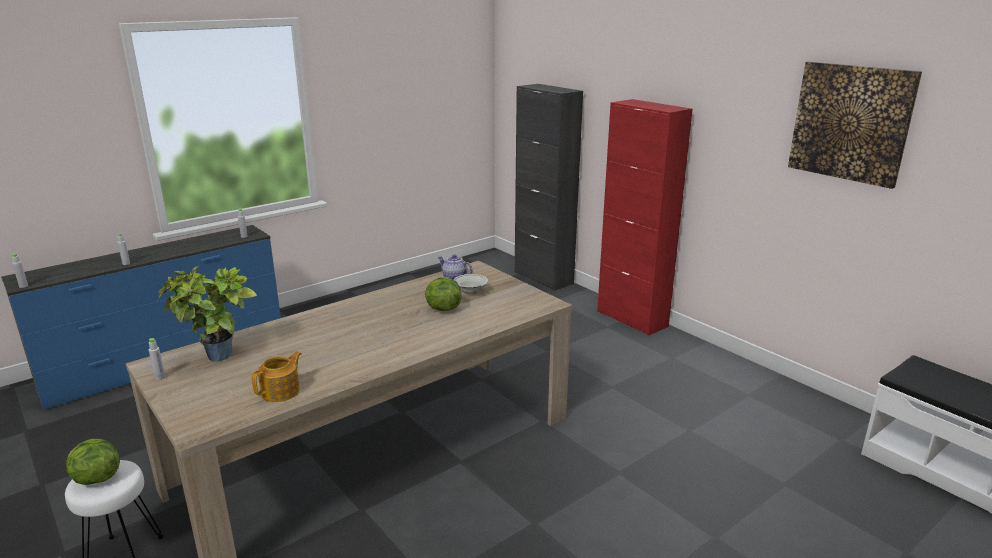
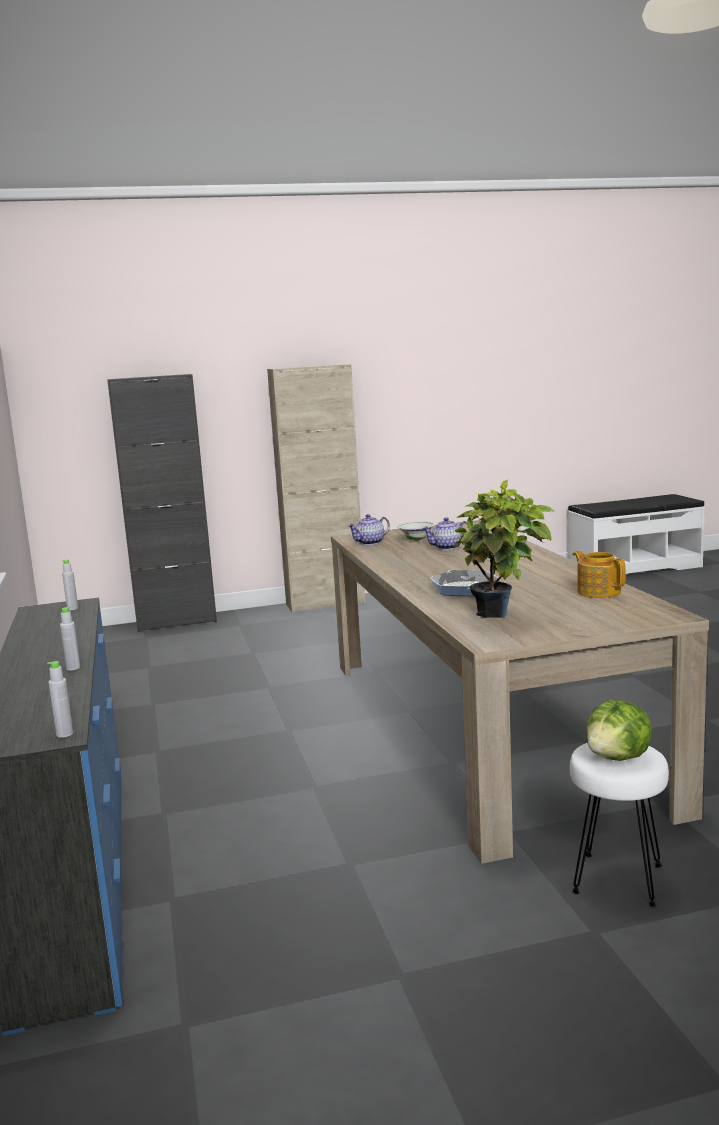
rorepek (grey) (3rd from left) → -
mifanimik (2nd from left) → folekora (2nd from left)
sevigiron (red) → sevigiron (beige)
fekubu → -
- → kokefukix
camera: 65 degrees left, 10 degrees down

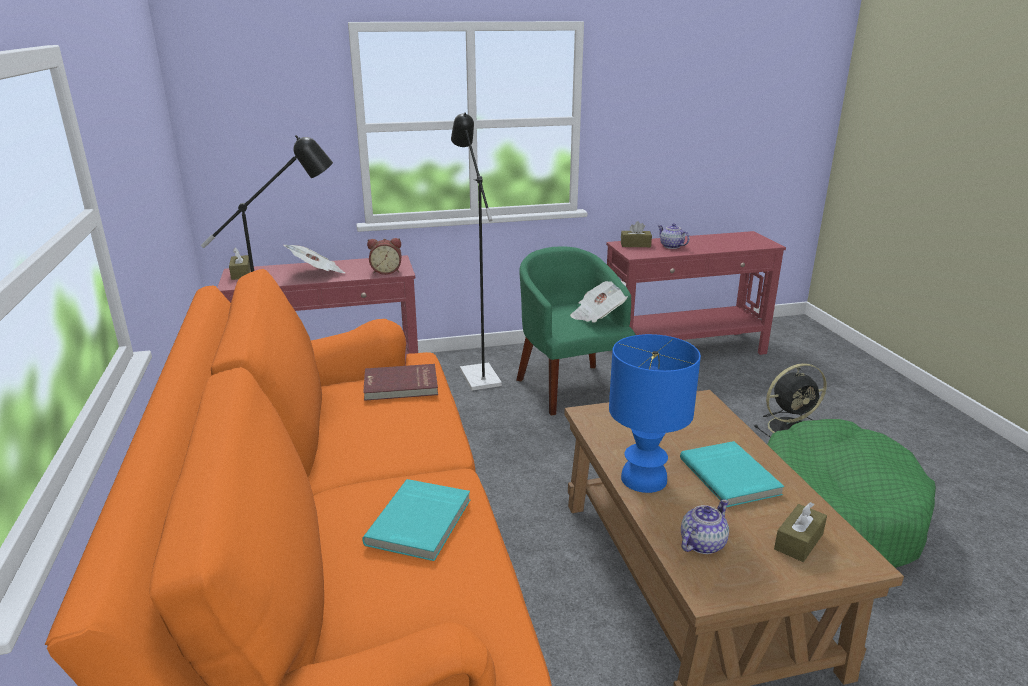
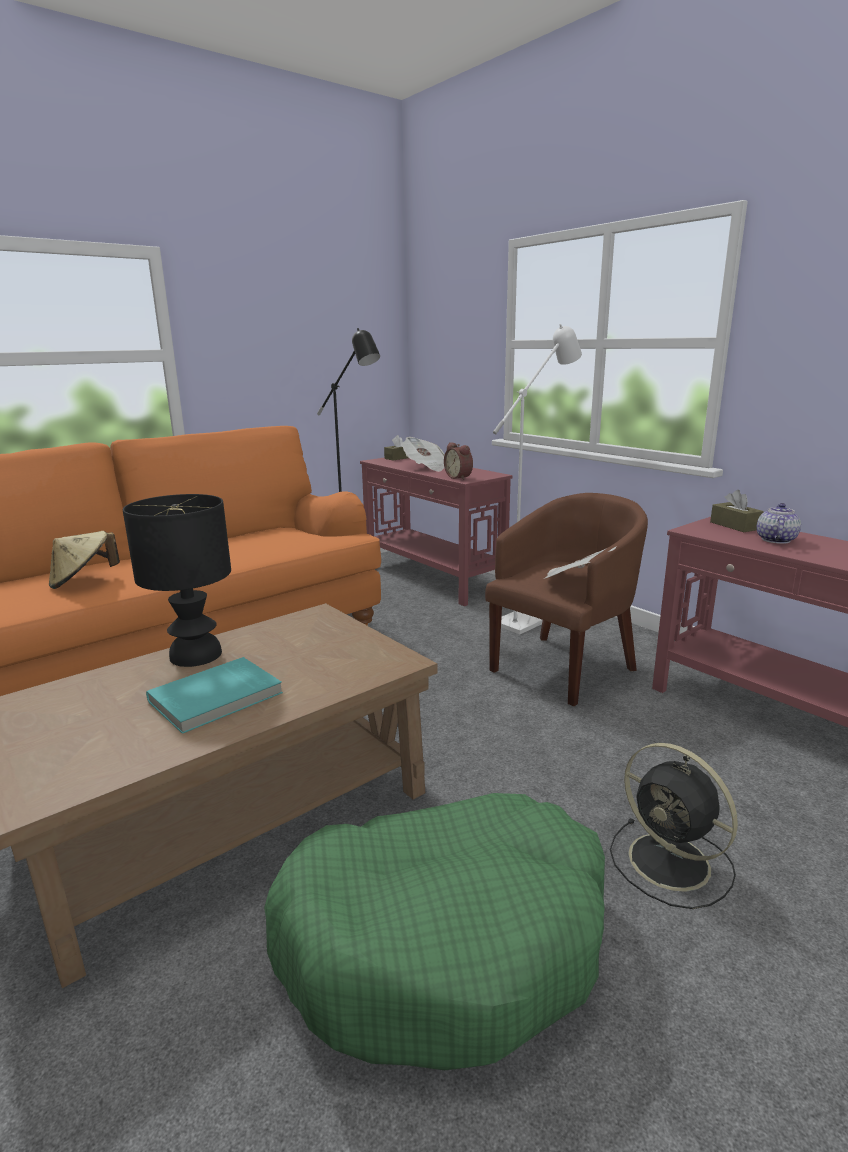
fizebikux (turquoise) (1st from left) → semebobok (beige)
fizebikux (red) → -
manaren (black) (2nd from left) → manaren (white)
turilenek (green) → turilenek (brown)
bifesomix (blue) → bifesomix (black)
folekora (2nd from left) → -
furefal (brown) (3rd from left) → -
camera: 65 degrees right, 5 degrees down

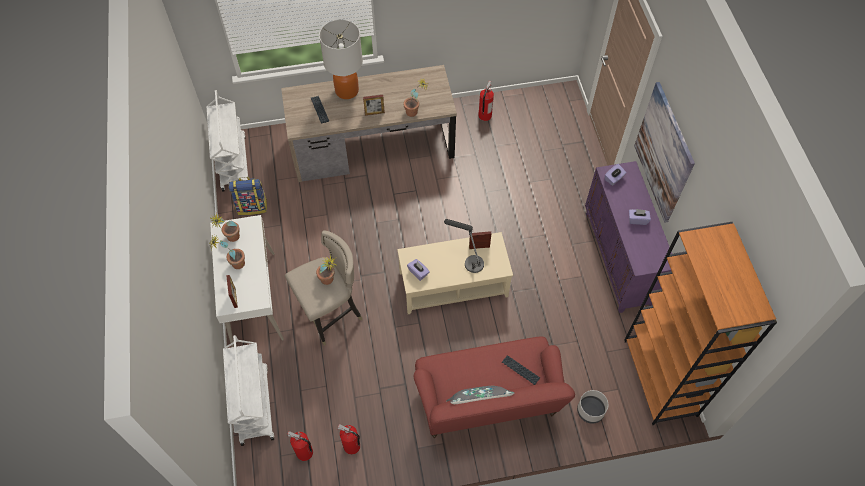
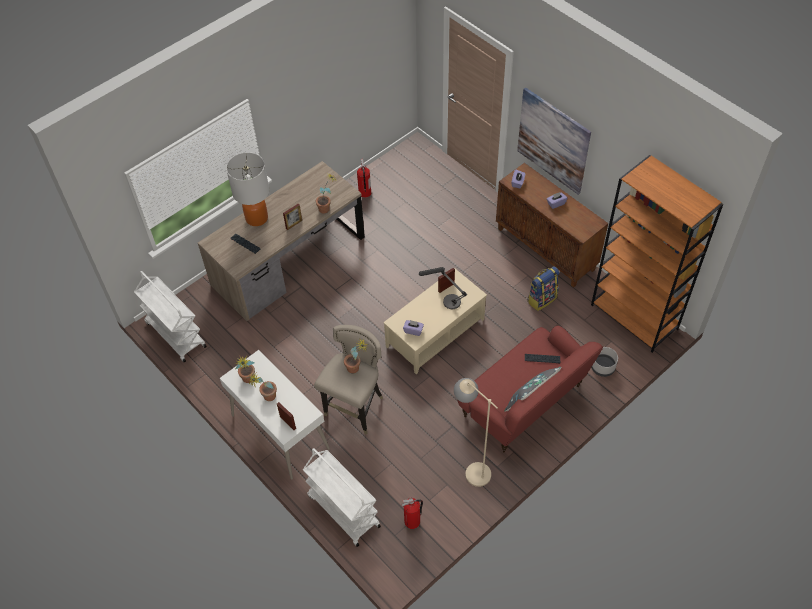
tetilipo, moved
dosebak (2nd from left) → -
sevigiron (purple) → sevigiron (brown)
- → manaren (beige)
camera: 30 degrees left, 5 degrees down

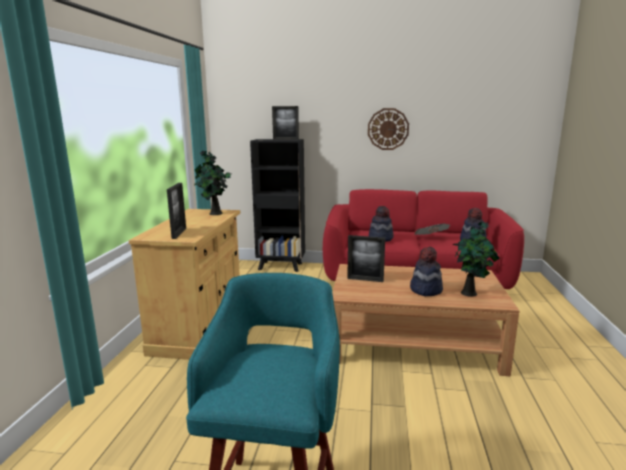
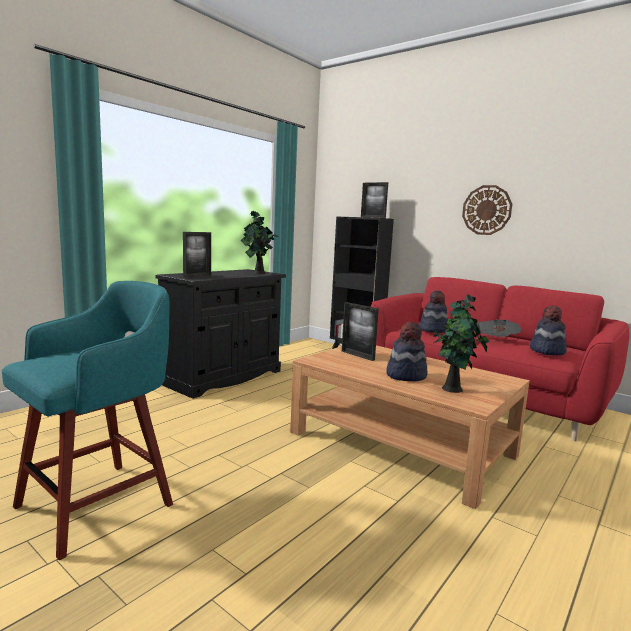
sevigiron (beige) → sevigiron (black)
camera: 30 degrees right, 5 degrees down

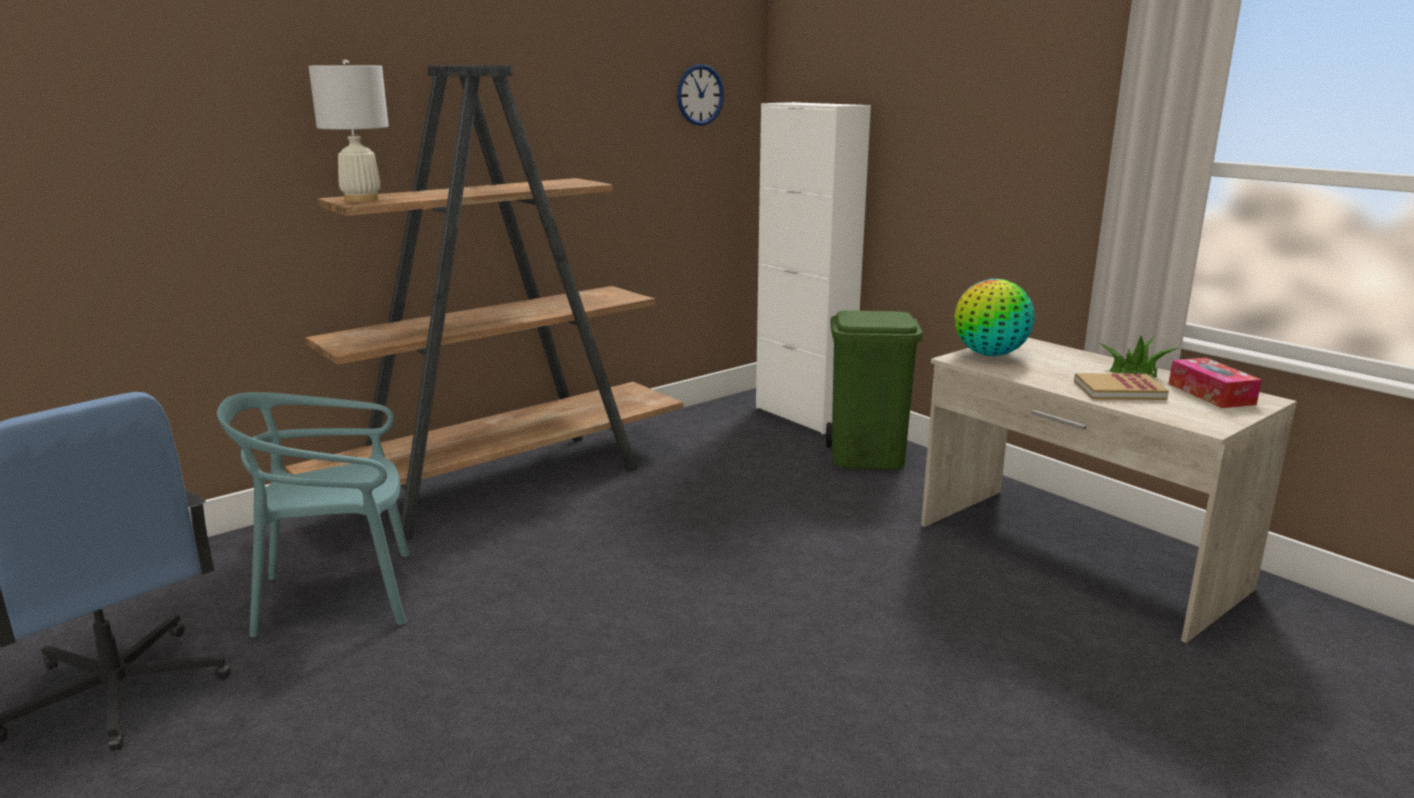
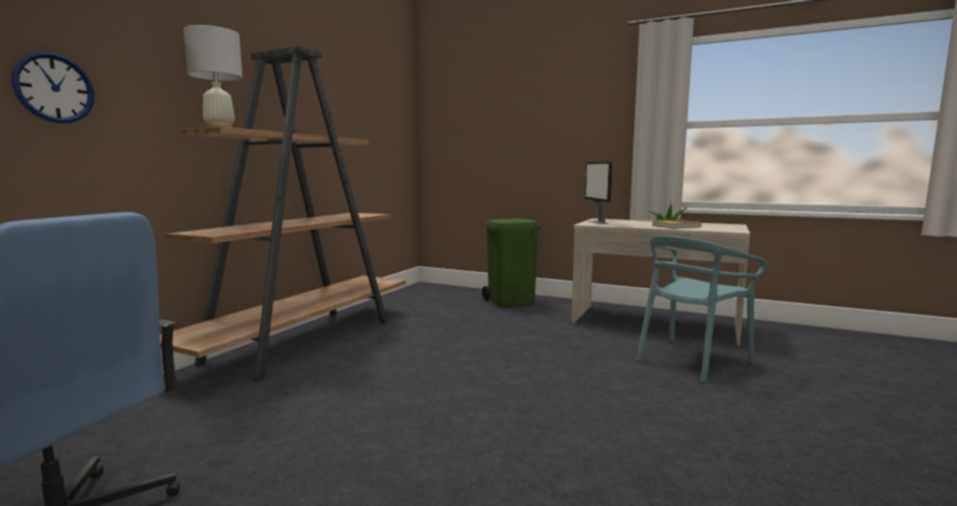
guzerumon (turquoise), moved
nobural, moved
sevigiron (white) → -
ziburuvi → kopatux
furefal → -
camera: 25 degrees left, 10 degrees down

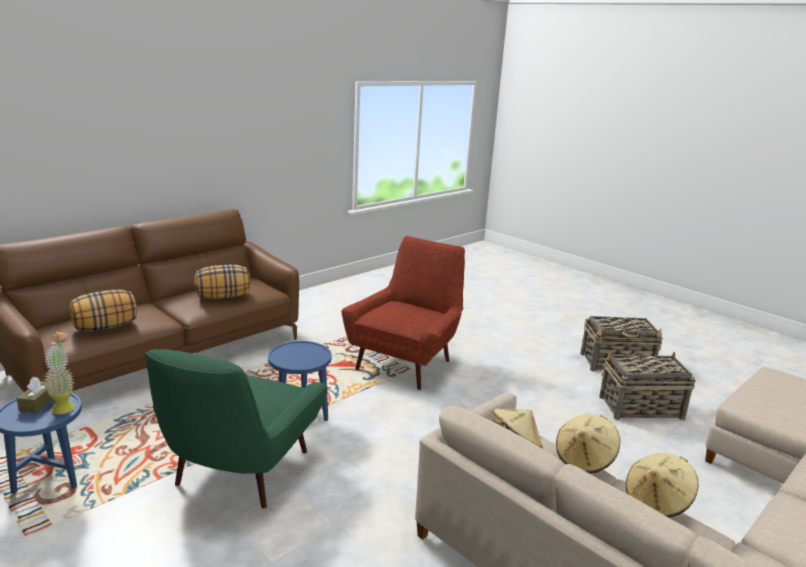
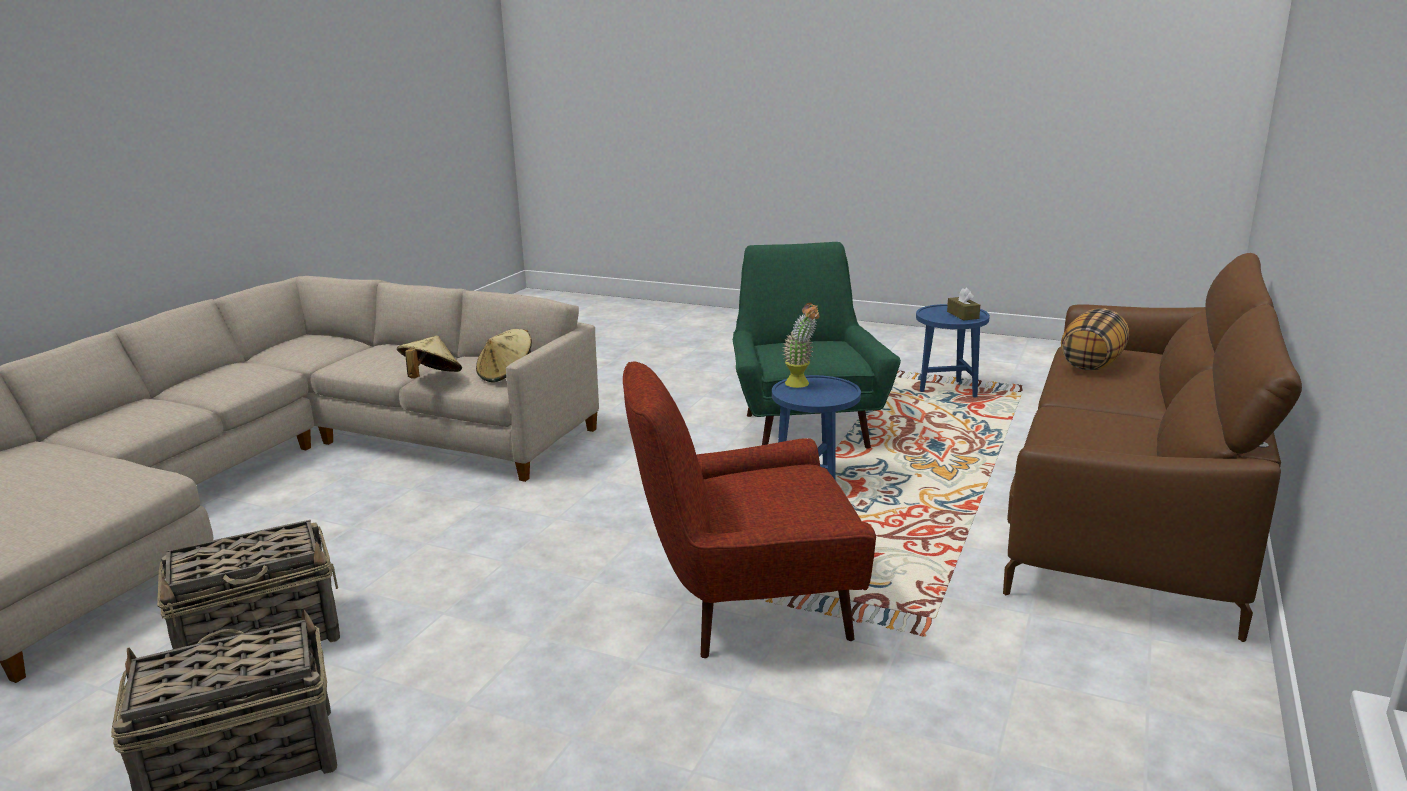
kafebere, moved
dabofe (2nd from left) → -
turilenek (red), 75 degrees clockwise
semebobok (beige) (3rd from left) → -
camera: 160 degrees right, 0 degrees up

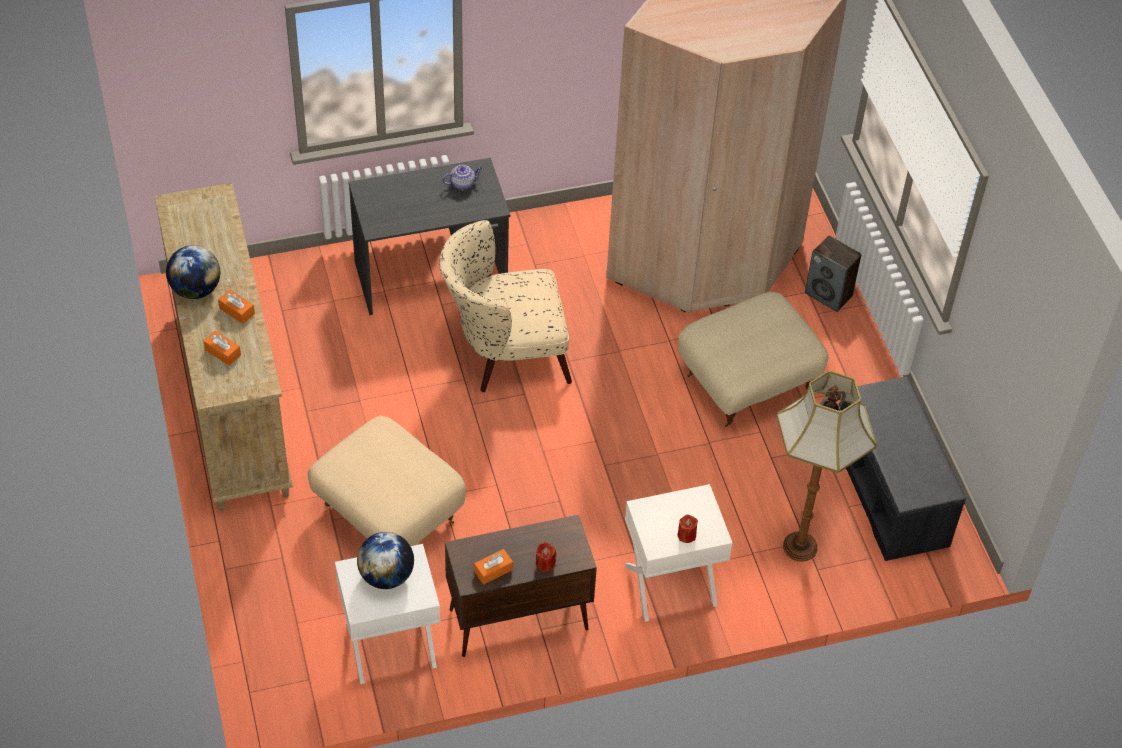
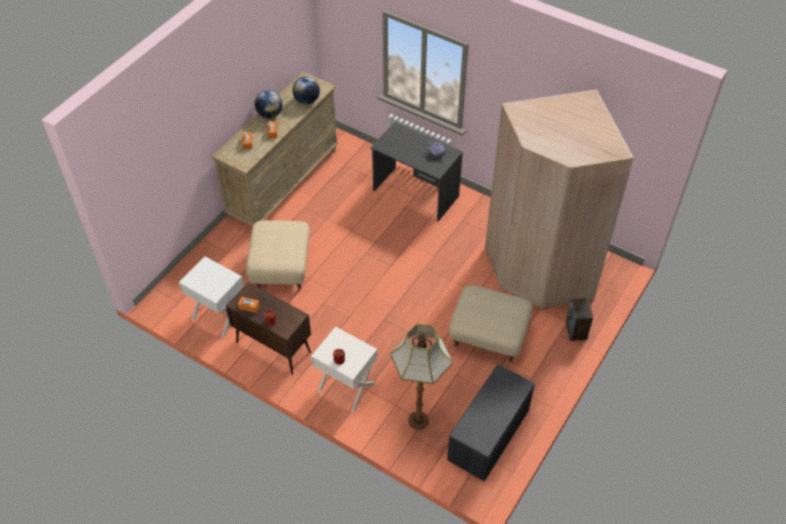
ziburuvi (2nd from left), moved
turilenek (beige) → -
camera: 50 degrees right, 0 degrees up

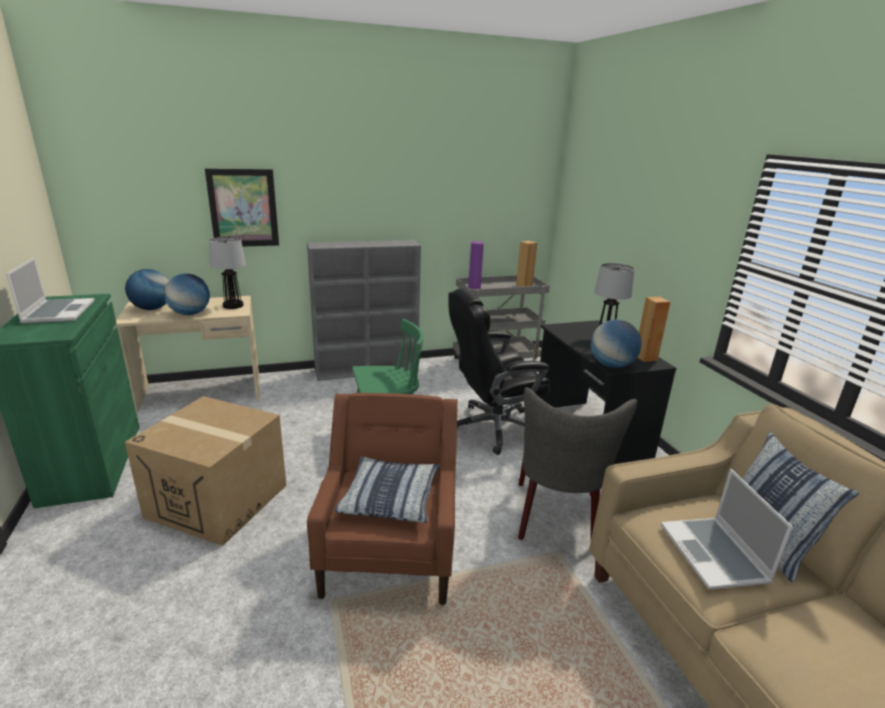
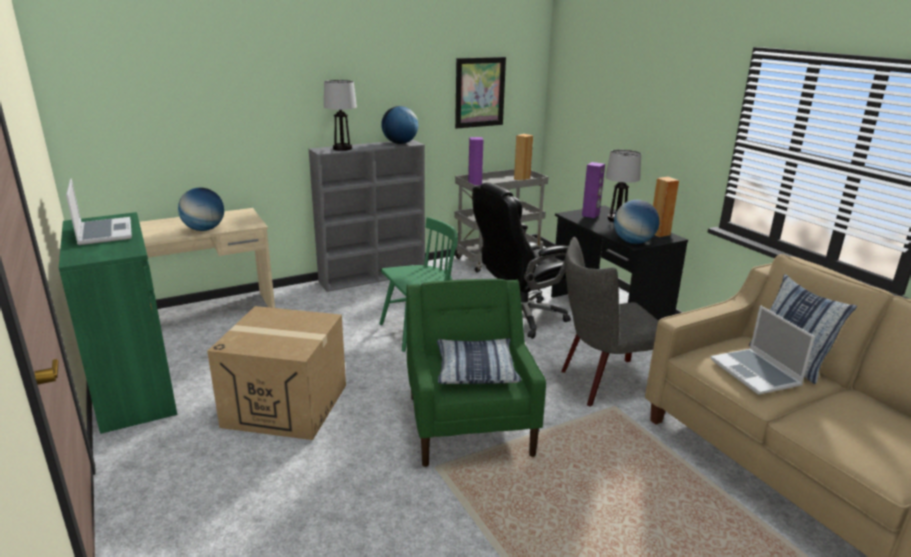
ziburuvi (1st from left in the first image) → ziburuvi (2nd from left), moved
fekubu, moved
bifesomix (1st from left), moved
turilenek (brown) → turilenek (green)
guzerumon (grey), 75 degrees clockwise
- → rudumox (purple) (2nd from left)
camera: 10 degrees left, 0 degrees up

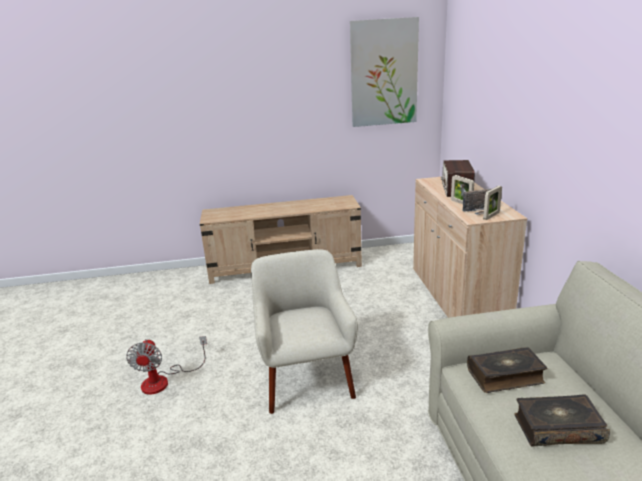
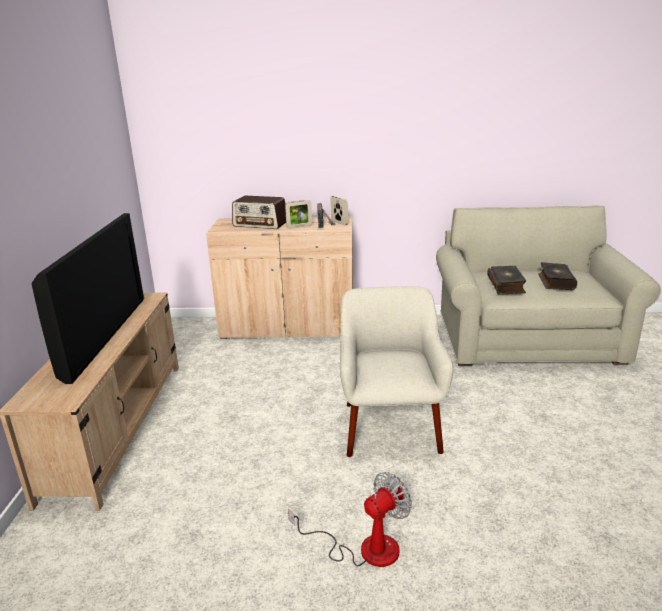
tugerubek, 45 degrees counterclockwise
turilenek (beige), 90 degrees clockwise
fekubu → -
- → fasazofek
camera: 80 degrees left, 0 degrees up

